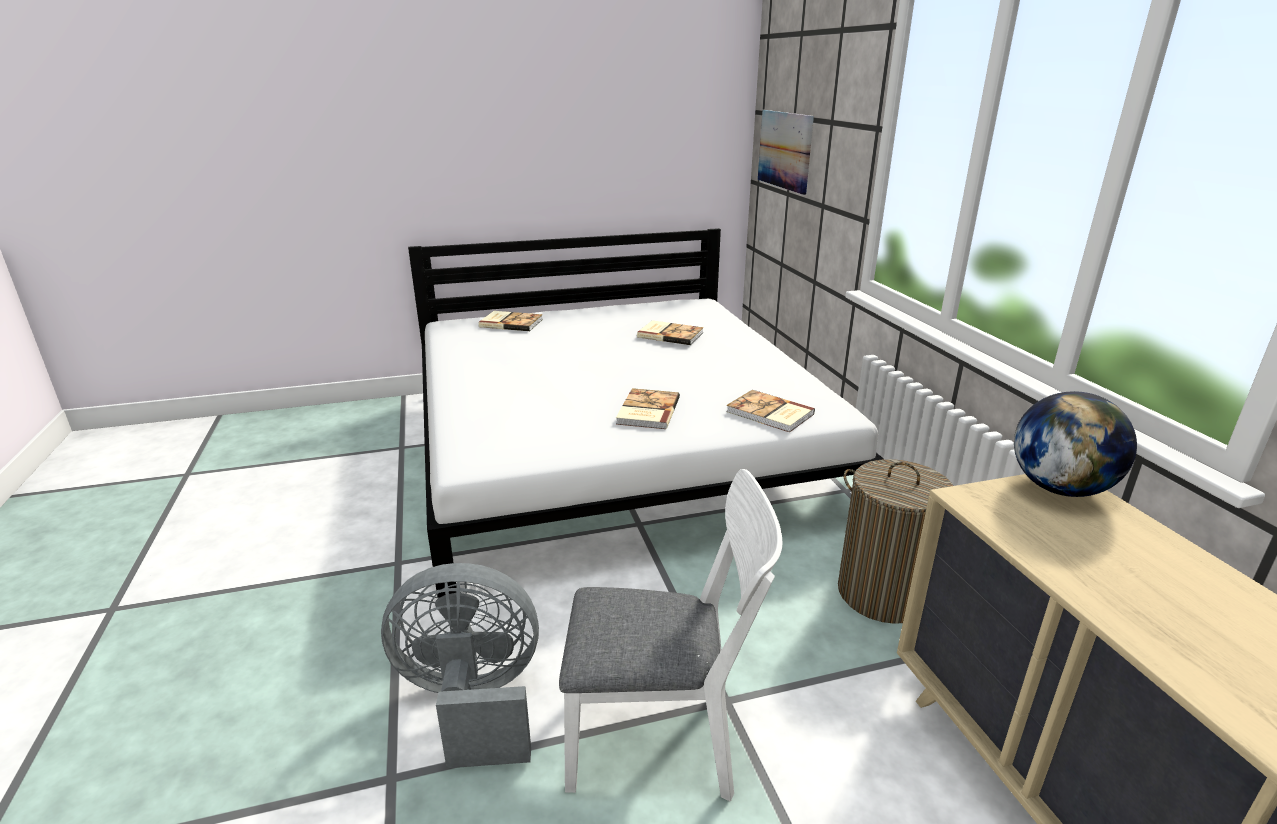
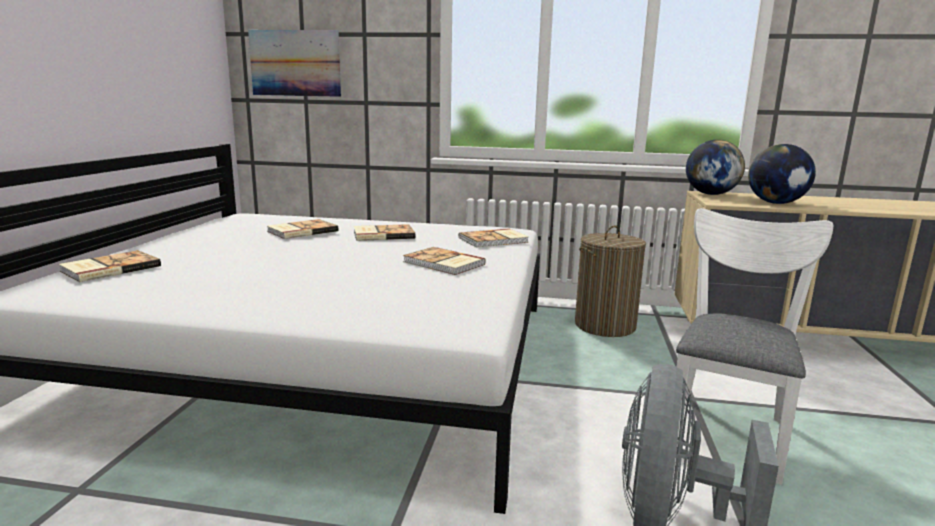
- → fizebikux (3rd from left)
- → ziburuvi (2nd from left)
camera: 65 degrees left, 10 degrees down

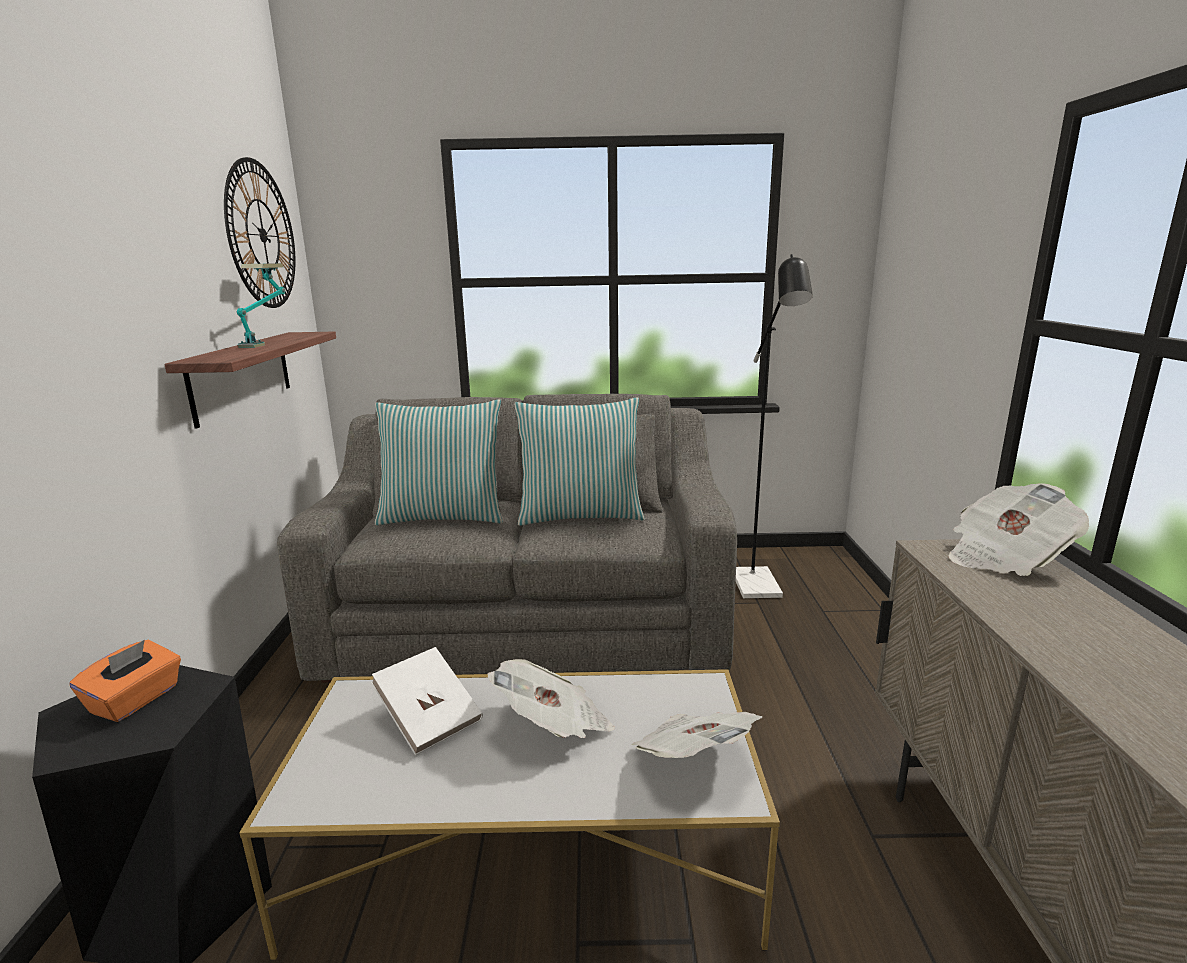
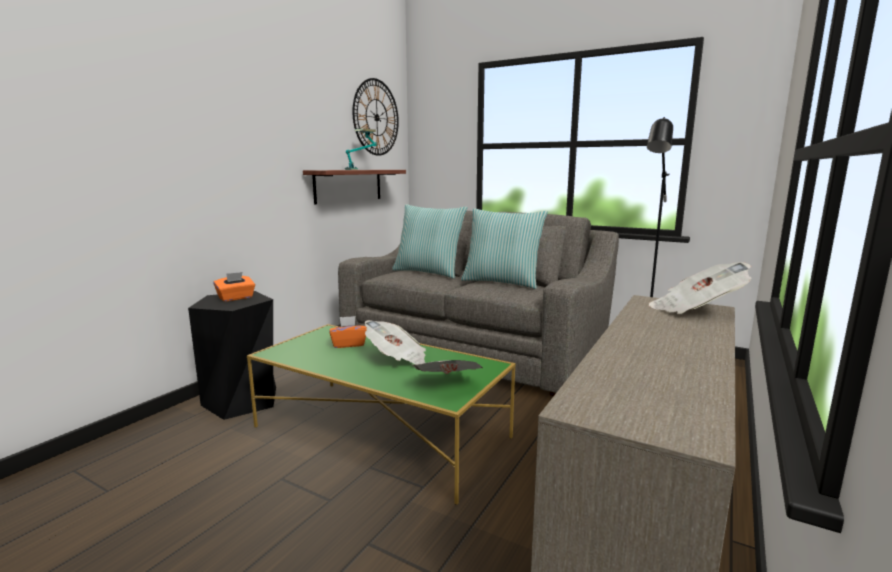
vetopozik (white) → vetopozik (green)
fizebikux (white) → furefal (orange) (2nd from left)
camera: 30 degrees right, 5 degrees down

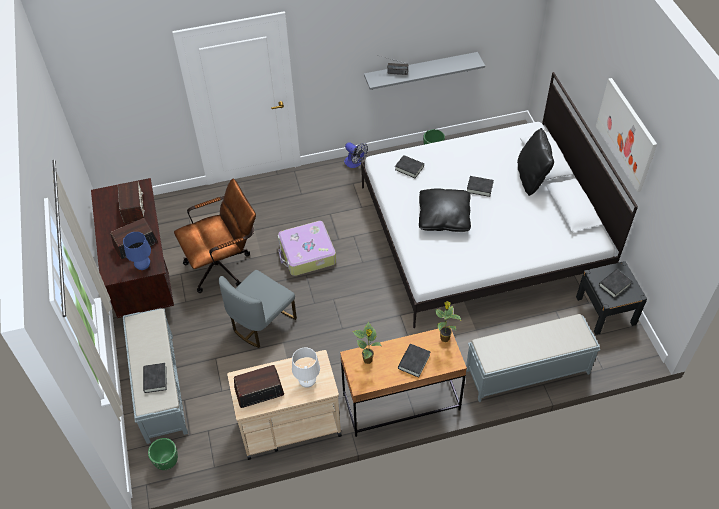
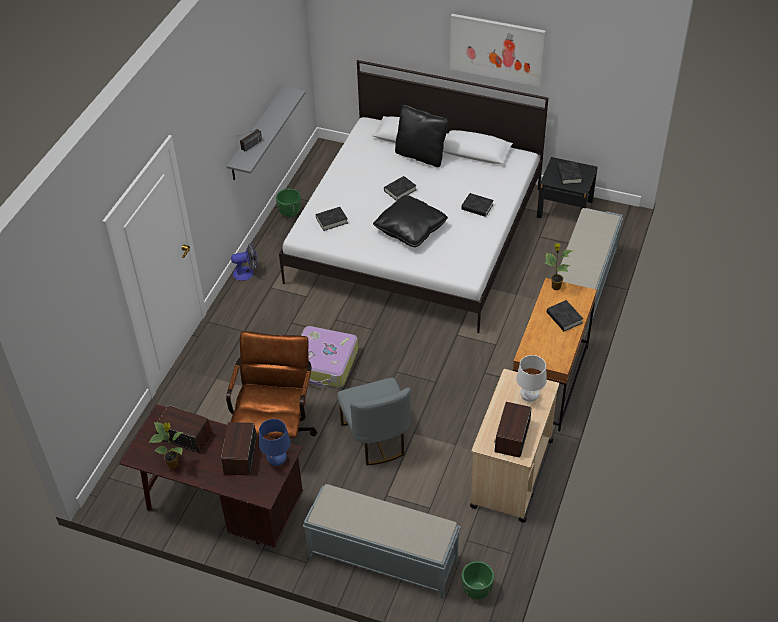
fizebikux (black) (1st from left in the first image) → fizebikux (black) (3rd from left), moved
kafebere (1st from left), moved
camera: 55 degrees left, 5 degrees down

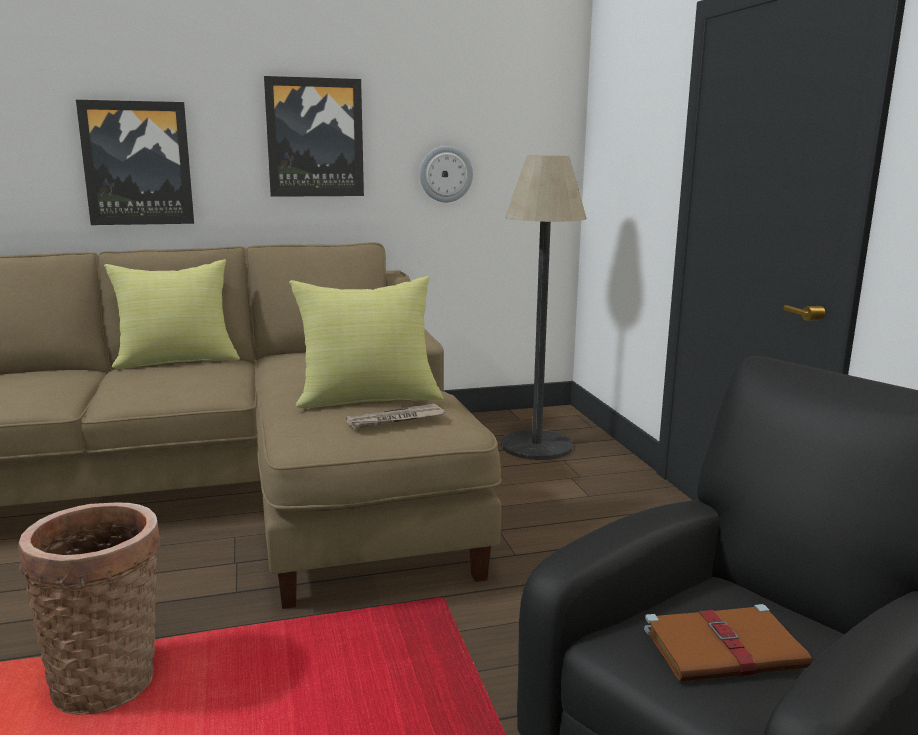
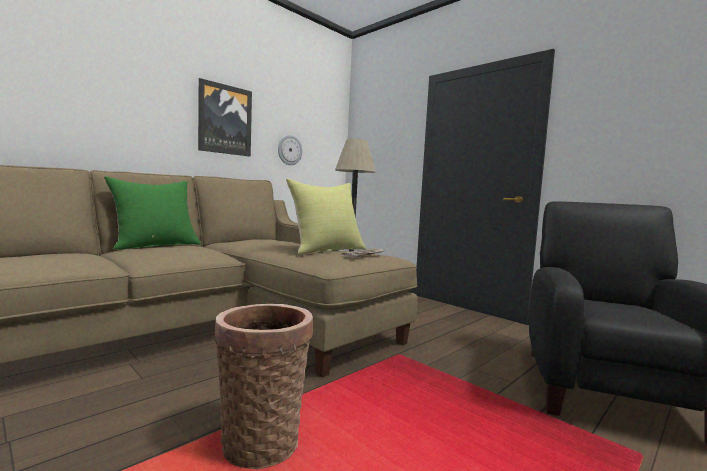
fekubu (1st from left) → -
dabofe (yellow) (1st from left) → dabofe (green)
fizebikux (brown) → -
camera: 30 degrees left, 10 degrees down

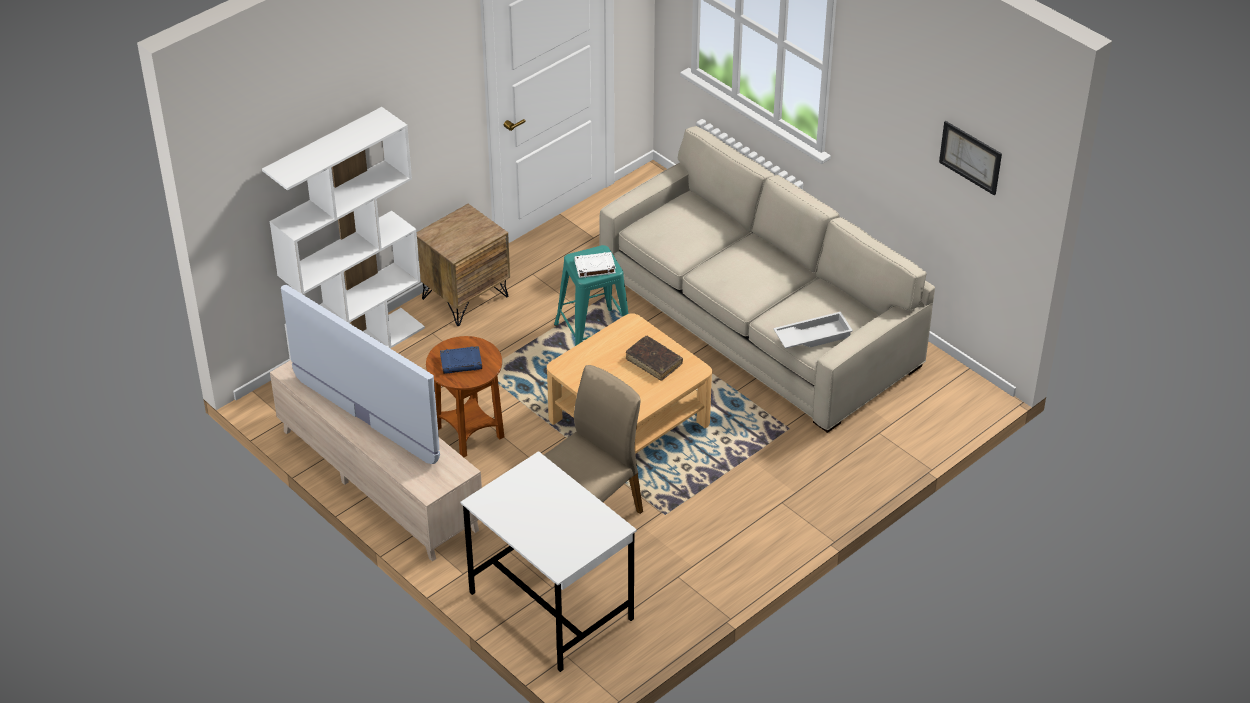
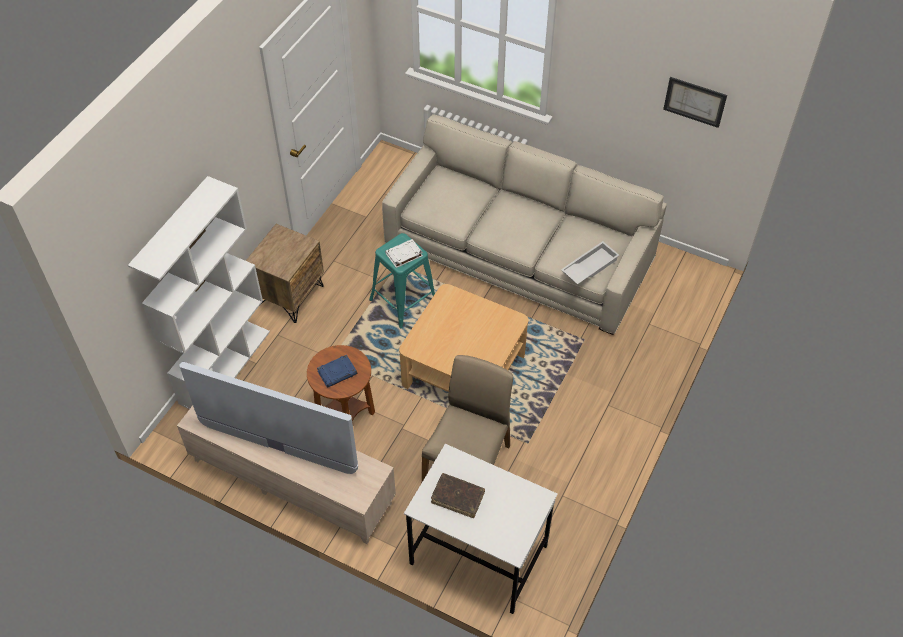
fizebikux (brown), moved
camera: 20 degrees left, 10 degrees up

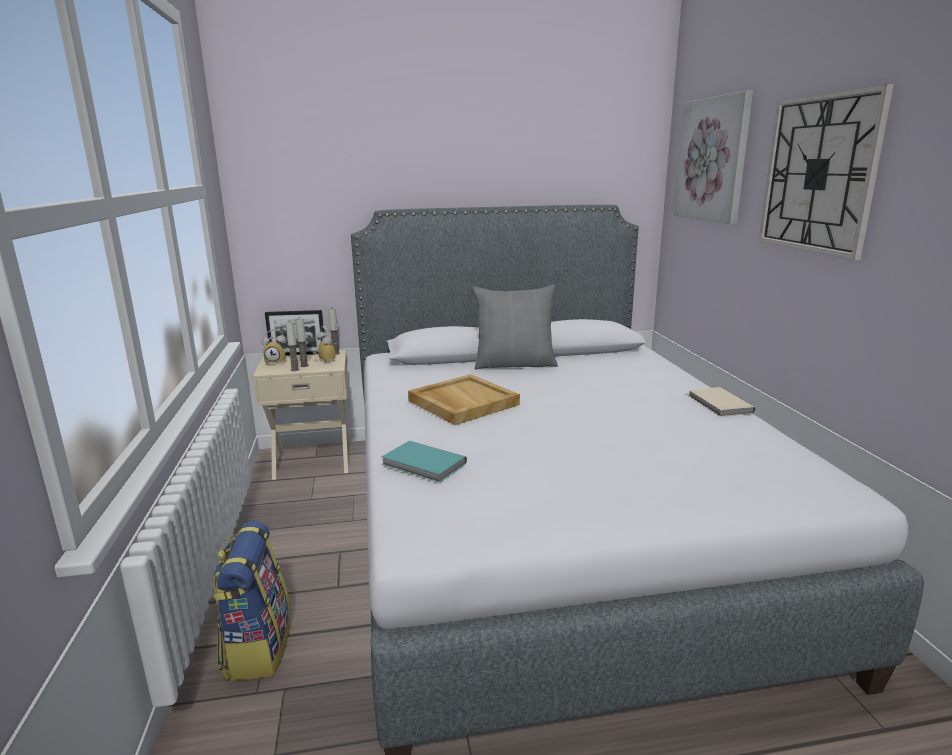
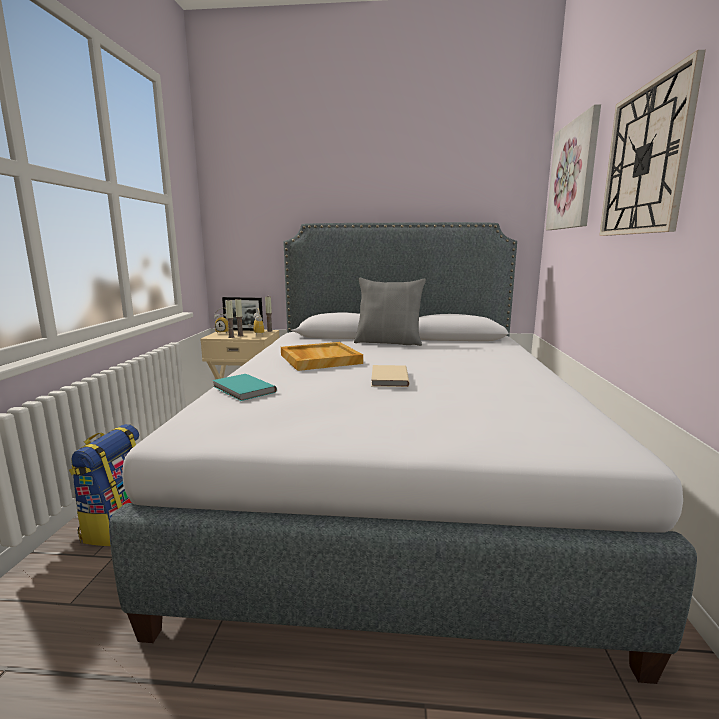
fizebikux (beige), moved
camera: 15 degrees right, 5 degrees down

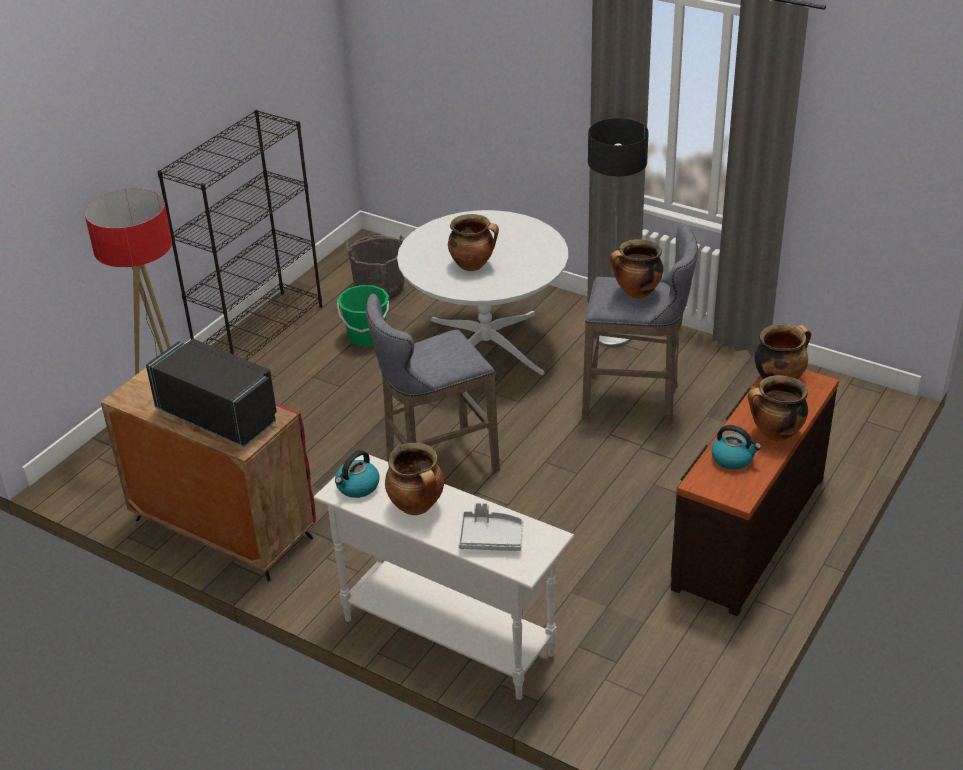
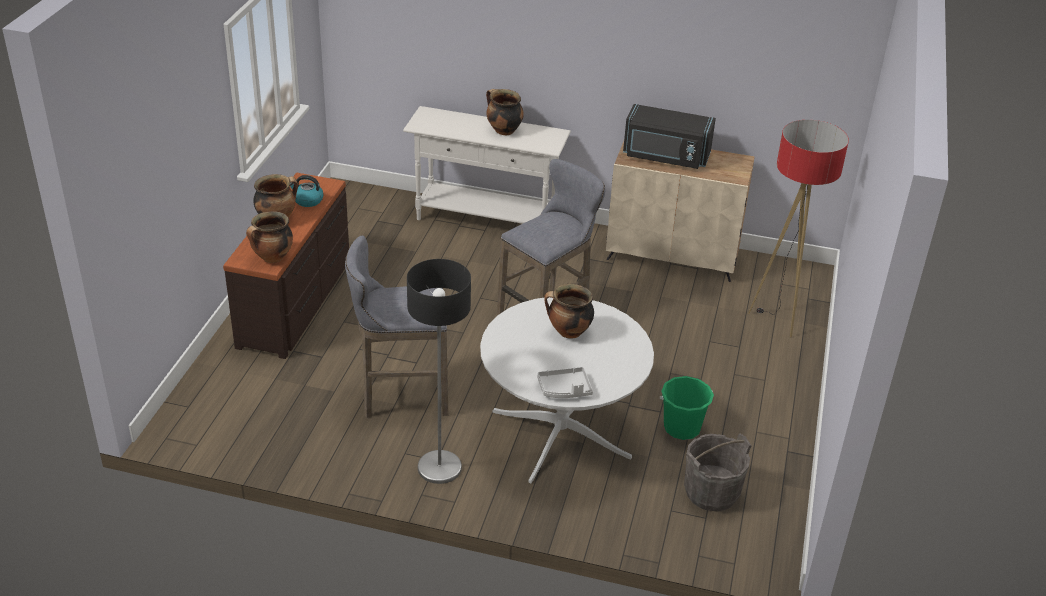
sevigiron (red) → sevigiron (beige)
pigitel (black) → -
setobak (1st from left) → -
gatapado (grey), moved
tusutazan (3rd from left) → -
camera: 160 degrees right, 0 degrees up

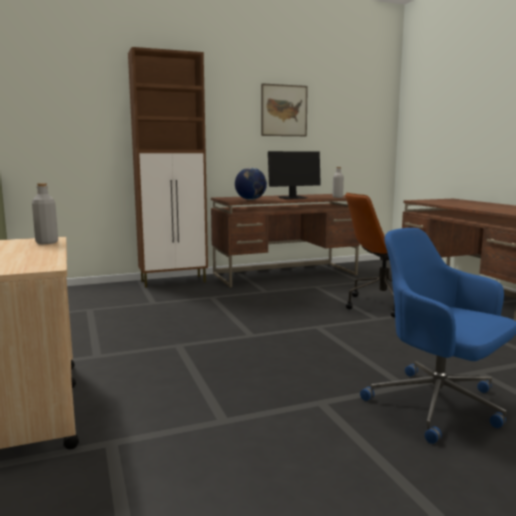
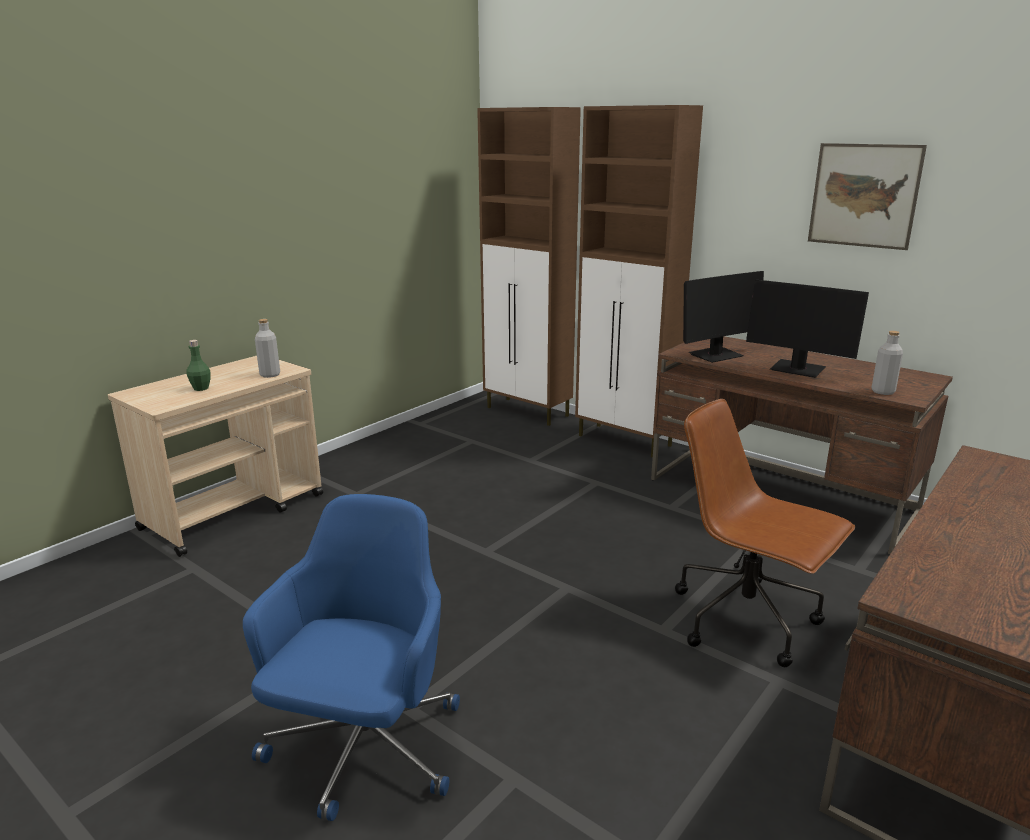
ziburuvi → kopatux (1st from left)
- → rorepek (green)
- → sevigiron (brown) (1st from left)
camera: 60 degrees right, 10 degrees up

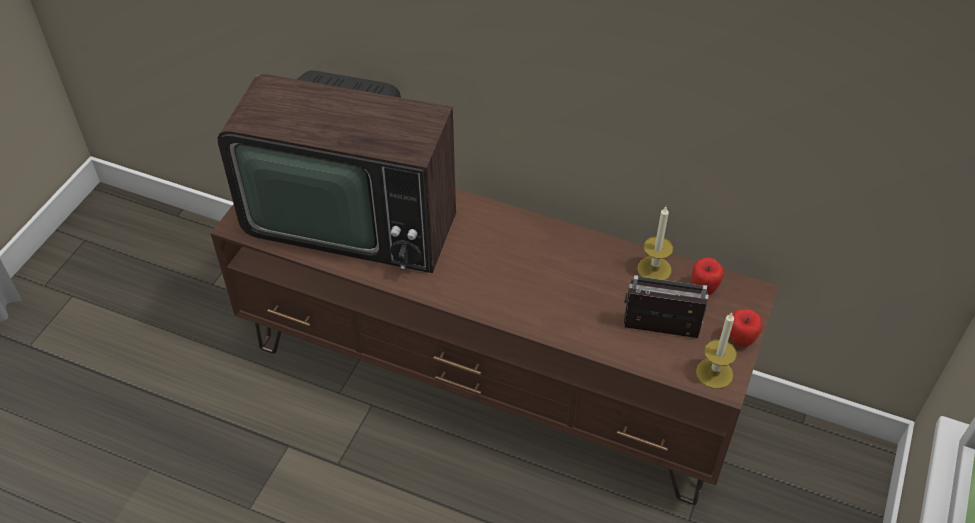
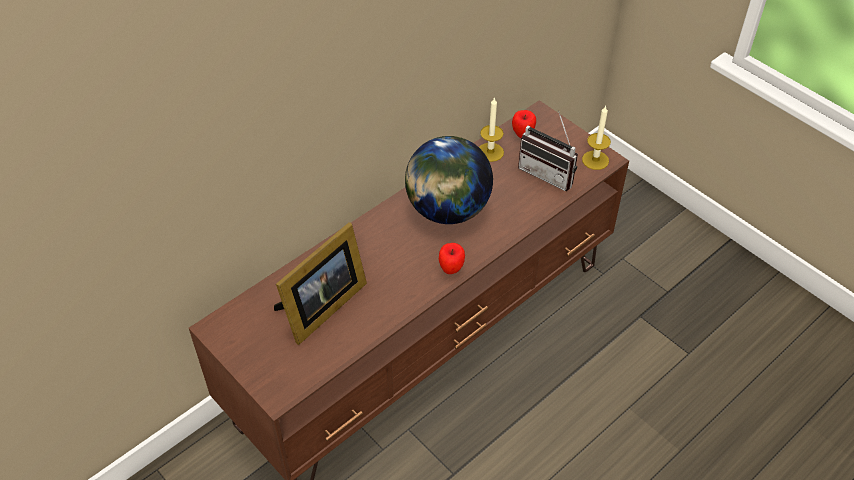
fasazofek → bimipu
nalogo, 90 degrees counterclockwise
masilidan (2nd from left in the first image) → masilidan (1st from left), moved
- → ziburuvi
camera: 65 degrees left, 0 degrees up

